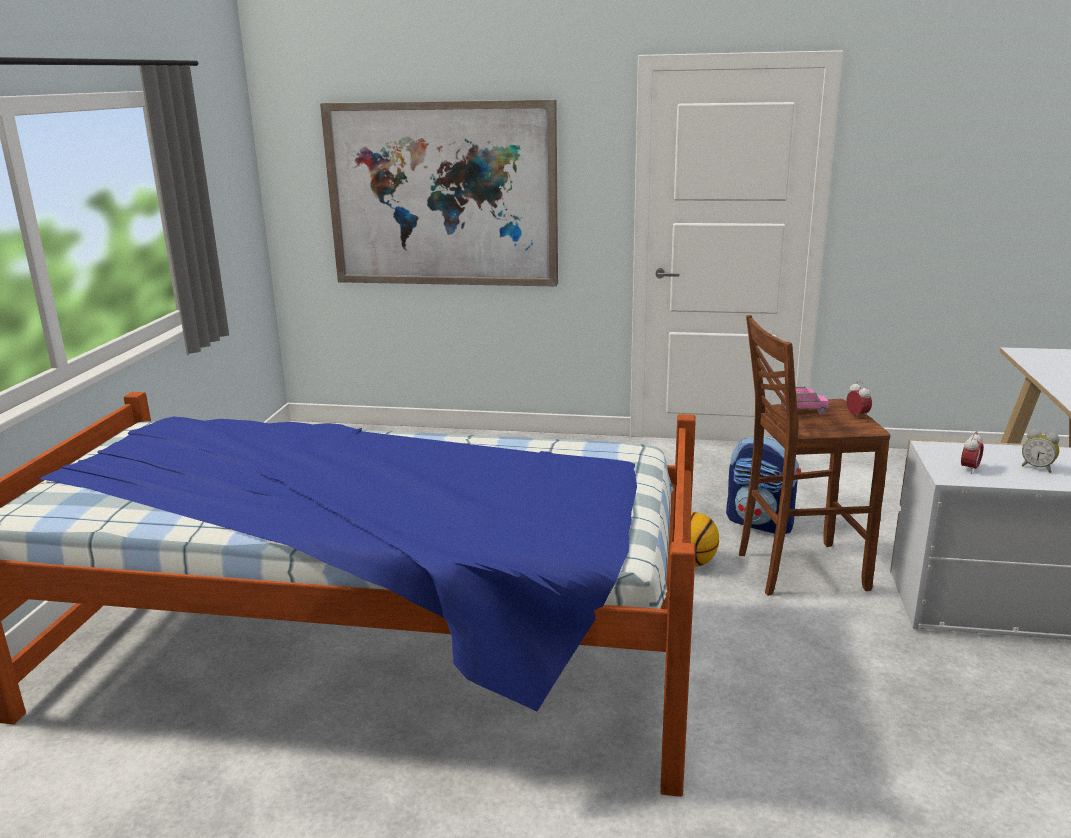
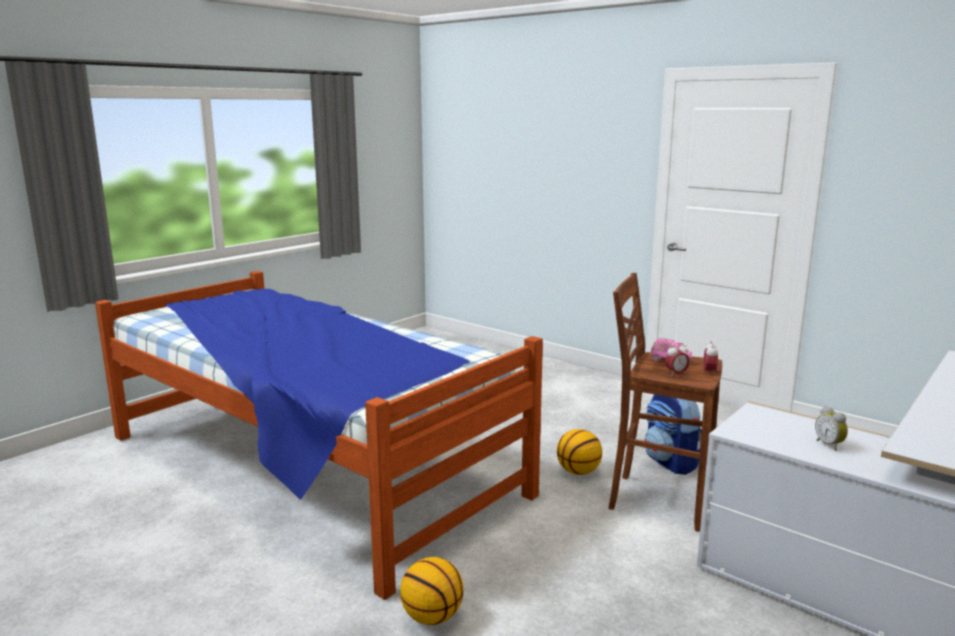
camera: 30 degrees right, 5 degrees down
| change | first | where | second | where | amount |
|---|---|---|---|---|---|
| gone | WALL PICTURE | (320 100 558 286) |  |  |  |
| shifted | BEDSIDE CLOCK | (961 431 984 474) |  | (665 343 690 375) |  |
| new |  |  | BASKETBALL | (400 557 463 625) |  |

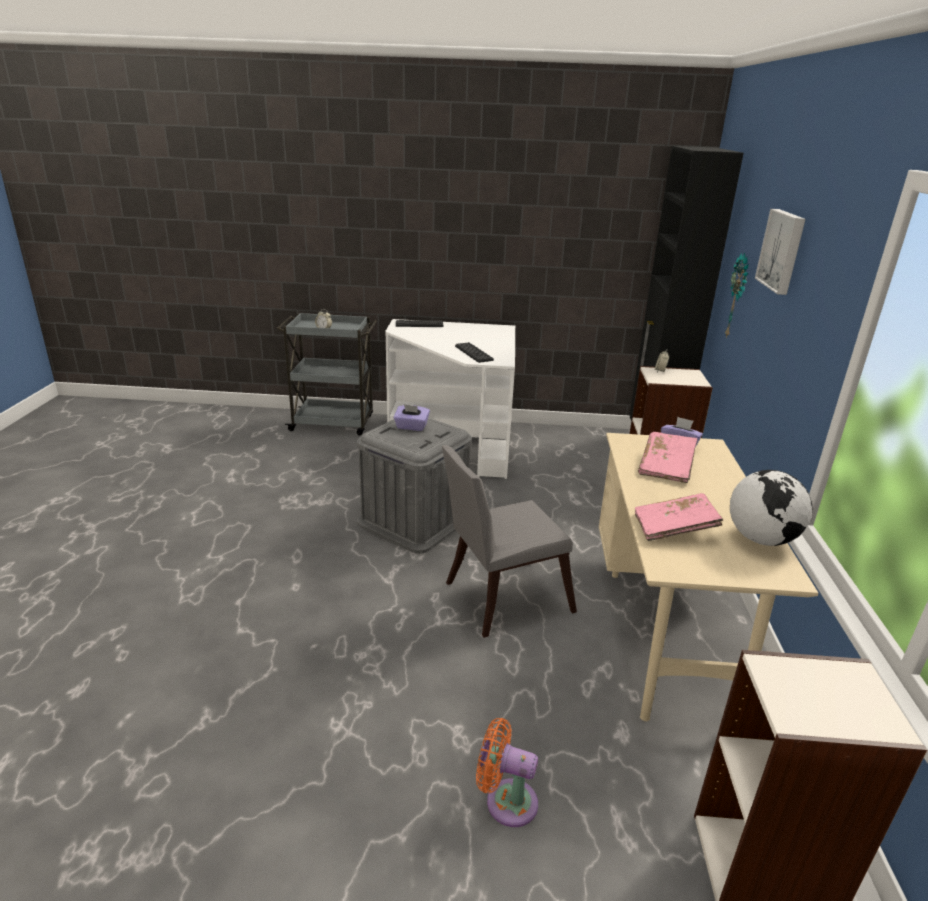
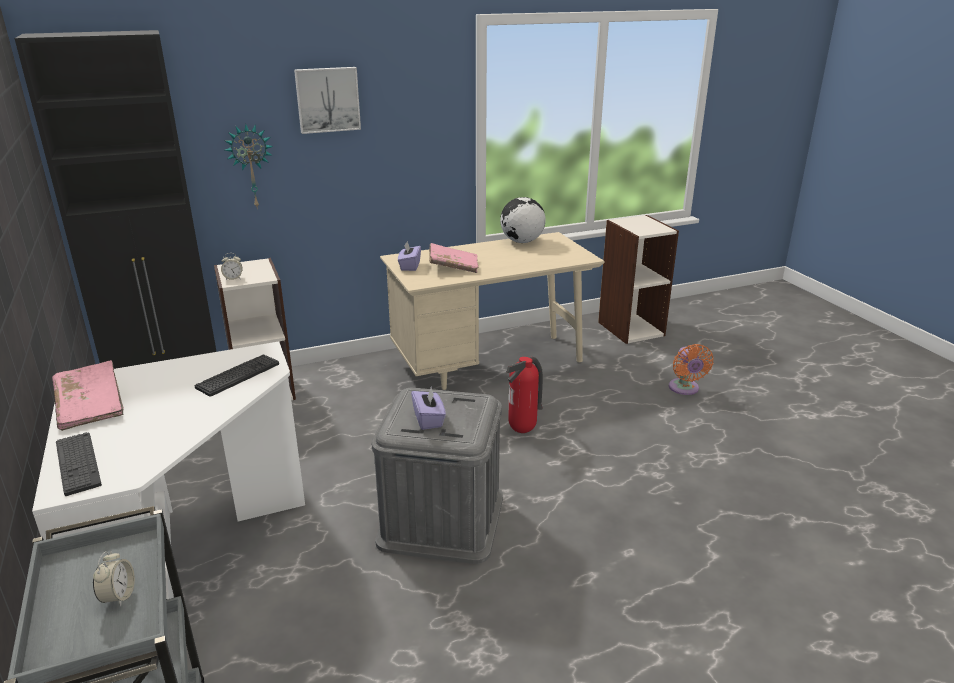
camera: 115 degrees left, 0 degrees up
| change | first | where | second | where | amount |
|---|---|---|---|---|---|
| swapped | GREYISH CHAIR | (442 445 577 638) | FIRE-FIGHTING CYLINDER | (506 357 543 433) |  |
| shifted | PINKISH VOLUME | (635 493 723 541) |  | (52 360 124 431) |  |

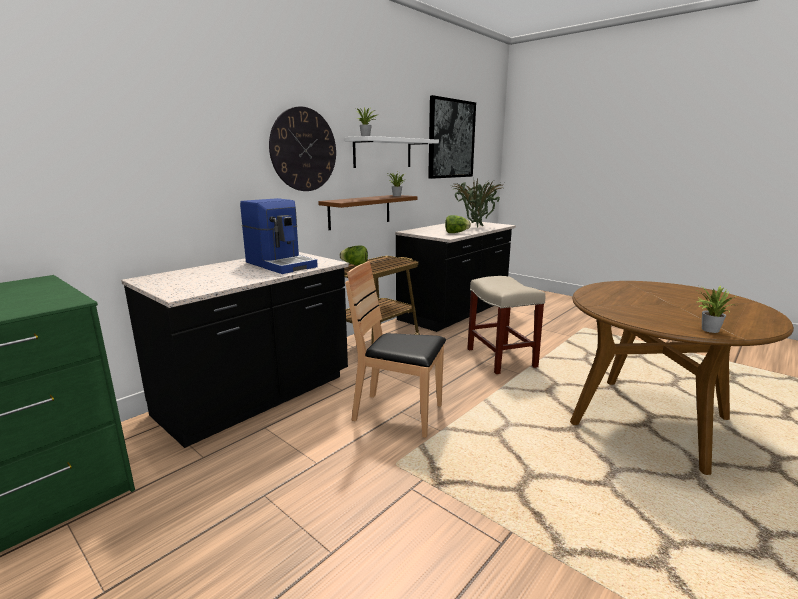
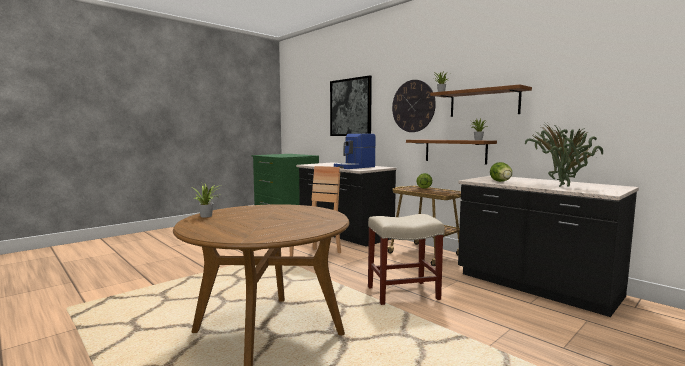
camera: 95 degrees right, 10 degrees down
| change | first | where | second | where | amount |
|---|---|---|---|---|---|
| repainted | WHITE WALL SHELF | (344 136 439 168) | BROWNISH WALL SHELF | (430 84 532 117) |  |
| shifted | WALL PICTURE | (428 95 476 179) |  | (330 75 372 136) |  |

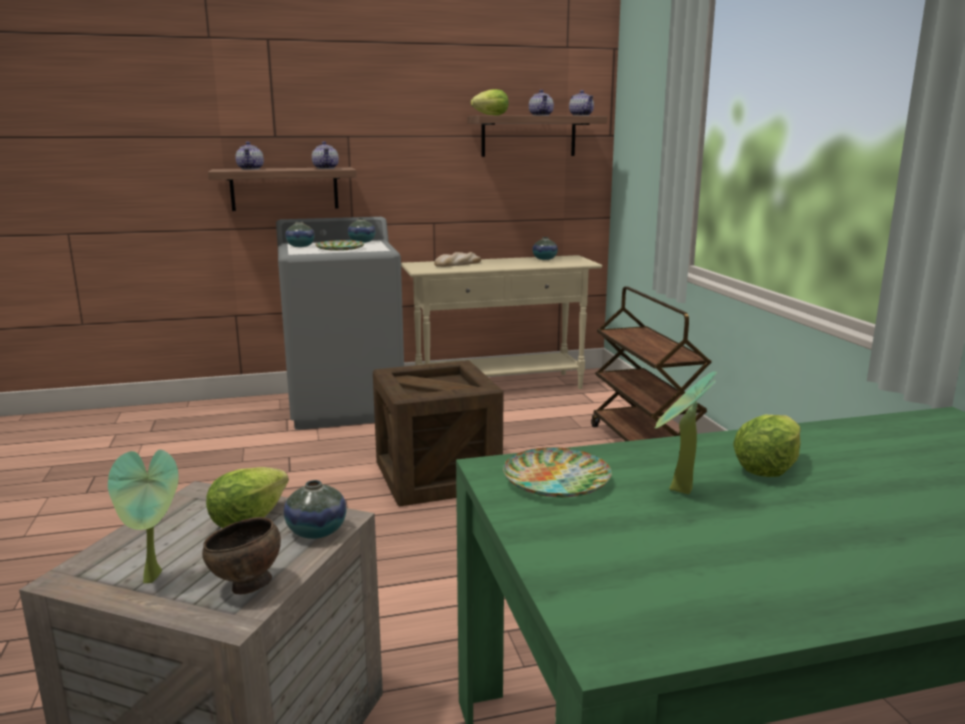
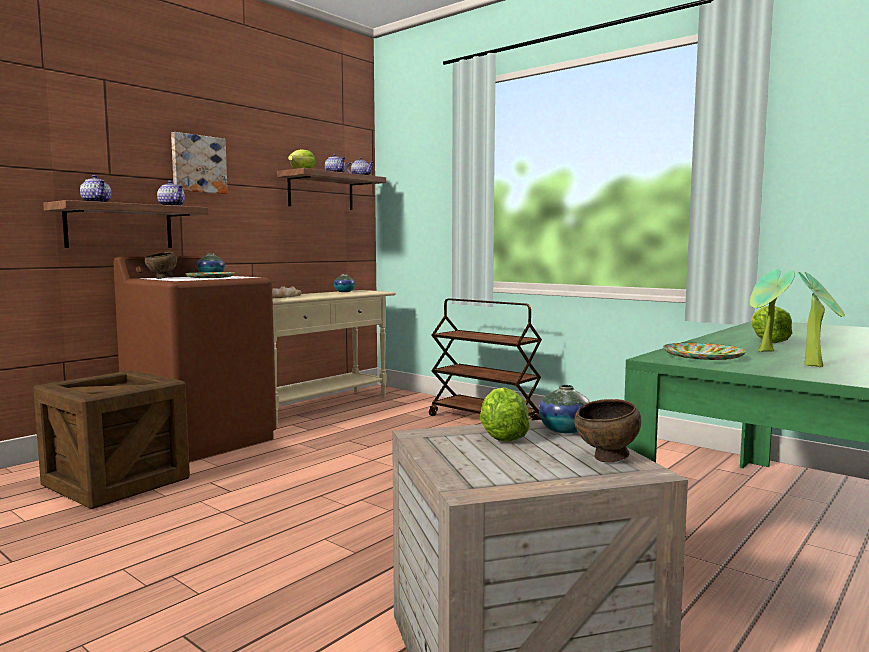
camera: 35 degrees left, 10 degrees down
| change | first | where | second | where | amount |
|---|---|---|---|---|---|
| shifted | POTTED PLANT | (108 450 179 583) |  | (797 272 845 367) |  |
| repainted | GREYISH WASHING MACHINE | (276 217 404 430) | BROWNISH WASHING MACHINE | (113 256 276 462) |  |
| swapped | FLOWER VASE | (285 221 315 247) | BROWNISH SERVING BOWL | (145 252 177 279) |  |
| shifted | SHIPPING CRATE | (373 360 504 506) |  | (33 370 190 509) |  |
| new |  |  | WALL PICTURE | (171 132 228 194) |  |

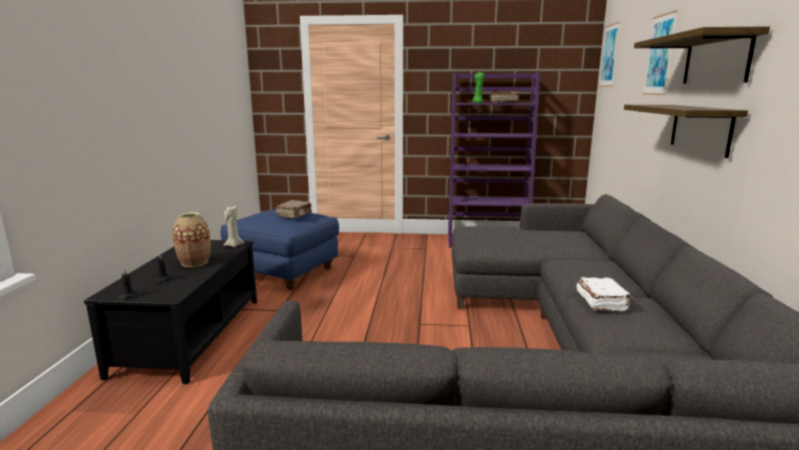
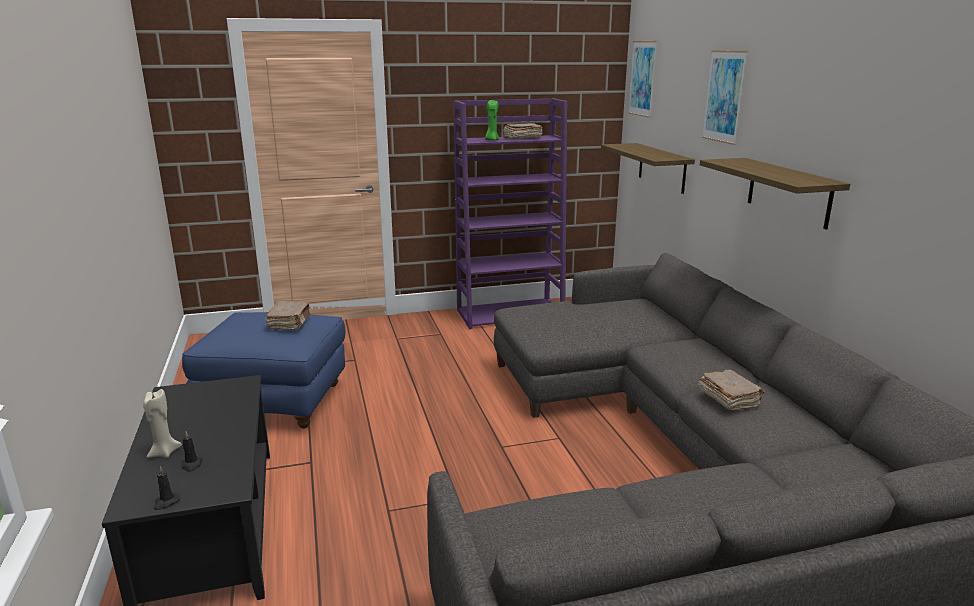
camera: 20 degrees left, 5 degrees up
| change | first | where | second | where | amount |
|---|---|---|---|---|---|
| gone | FLOWER VASE | (173 212 211 267) |  |  |  |
| shifted | BEIGE-COLOURED CANDLE | (224 206 244 247) |  | (143 389 182 458) |  |
| repainted | WHITE VOLUME | (576 277 633 312) | BROWNISH VOLUME | (699 369 765 411) |  |
| shifted | WALL SHELF | (634 26 770 84) |  | (601 143 695 194) |  |

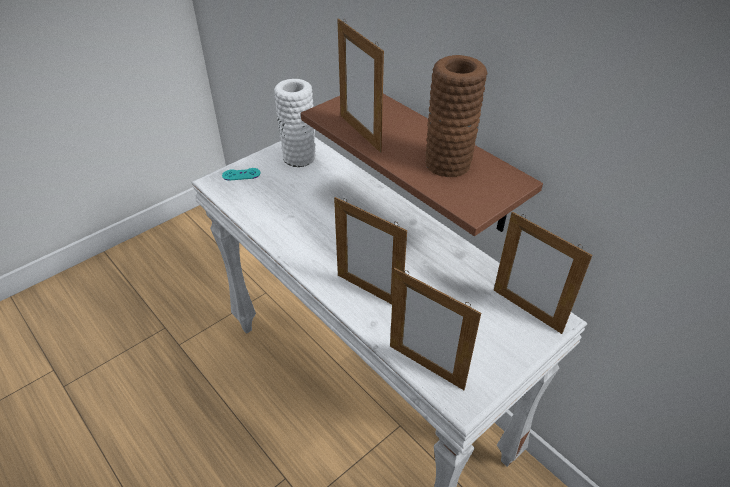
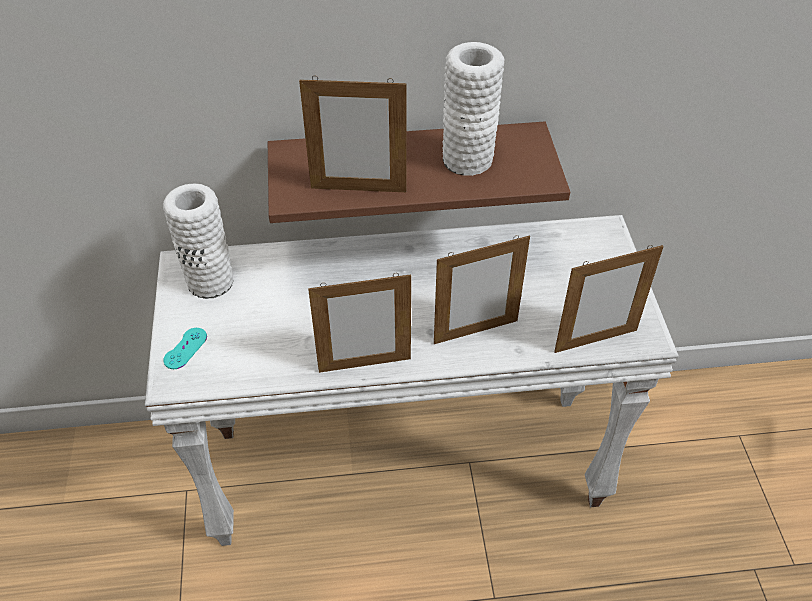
camera: 55 degrees left, 5 degrees up
| change | first | where | second | where | amount |
|---|---|---|---|---|---|
| repainted | BROWNISH FLOWER VASE | (425 55 487 177) | WHITE FLOWER VASE | (443 42 505 176) |  |
| shifted | PHOTO FRAME | (494 212 592 334) |  | (308 273 411 373) |  |

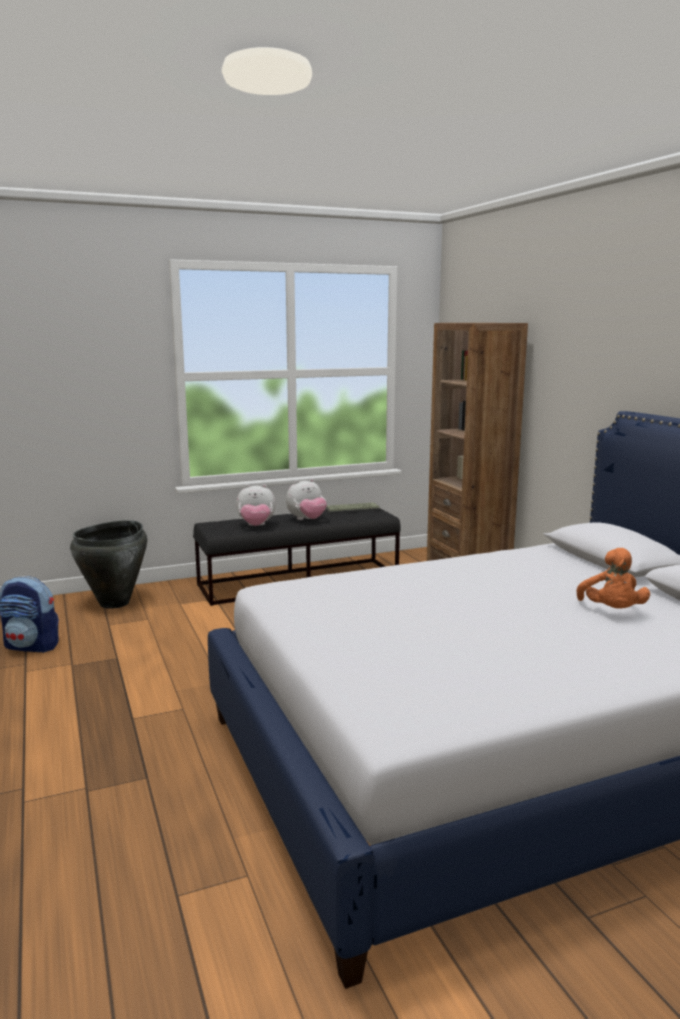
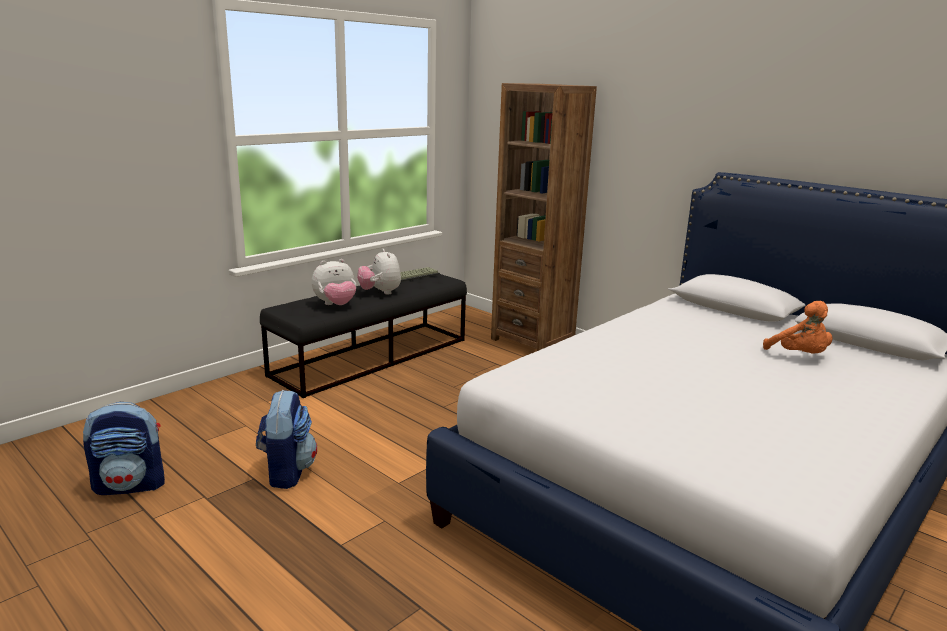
camera: 25 degrees left, 5 degrees up
| change | first | where | second | where | amount |
|---|---|---|---|---|---|
| gone | BLACK-COLOURED FLOWER VASE | (70 520 147 609) |  |  |  |
| rotated | PLUSH TOY | (286 479 327 520) |  | (357 249 401 295) | 120 degrees clockwise |
| new |  |  | RUCKSACK | (256 390 317 489) |  |

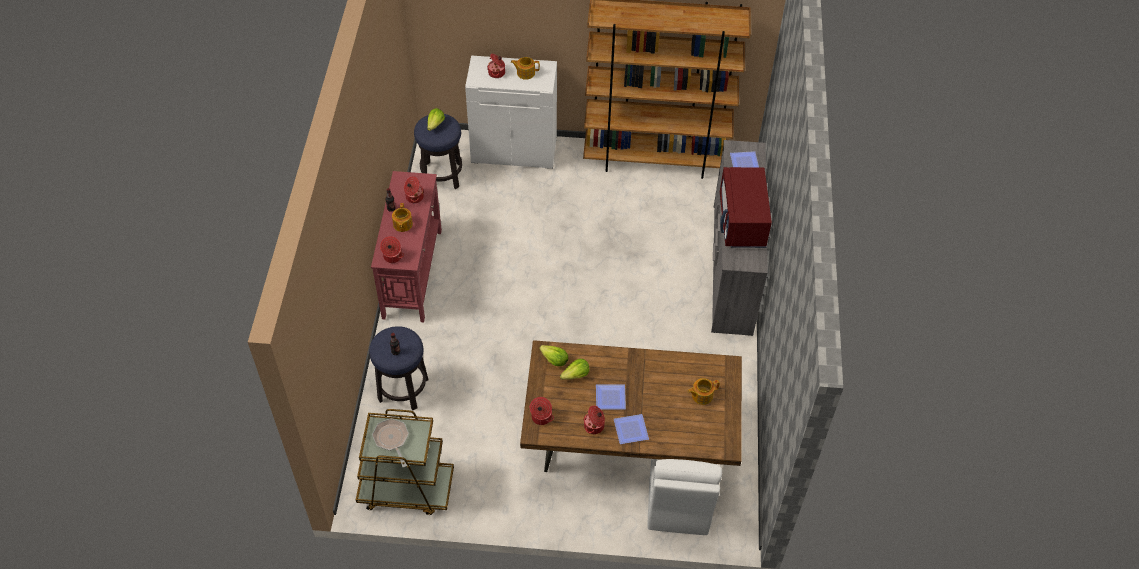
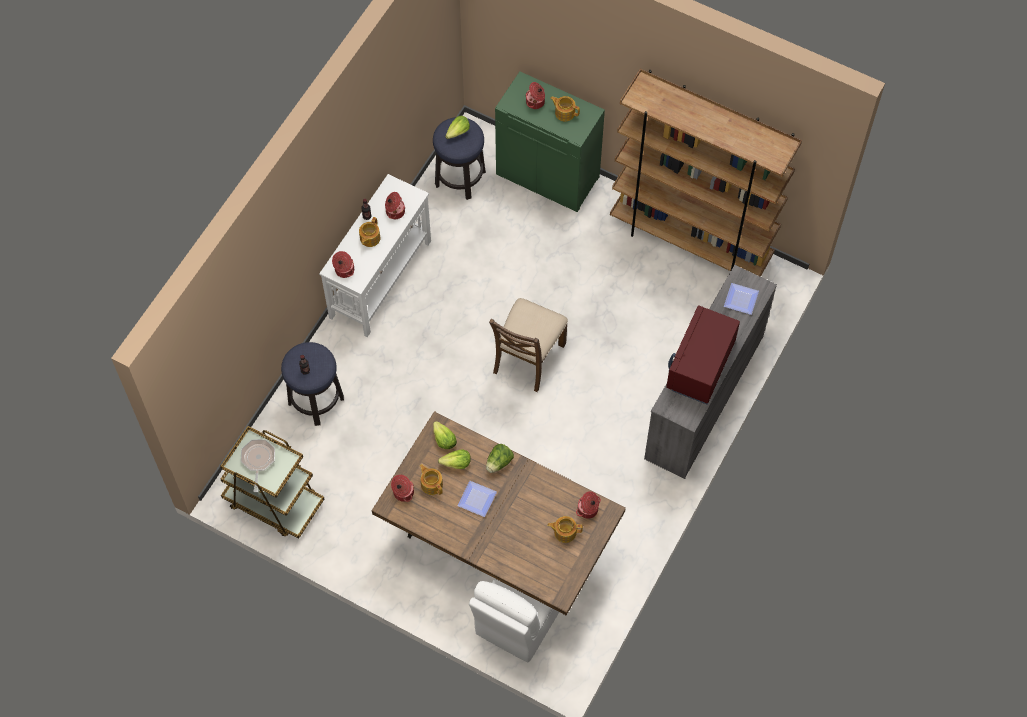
camera: 25 degrees right, 10 degrees up
| change | first | where | second | where | amount |
|---|---|---|---|---|---|
| repainted | RED-COLOURED CONSOLE TABLE | (371 171 442 322) | WHITE CONSOLE TABLE | (319 174 431 337) |  |
| repainted | WHITE CUPBOARD | (465 55 557 169) | GREEN-COLOURED CUPBOARD | (495 71 605 212) |  |
| shifted | COOKING POT | (584 405 605 434) |  | (576 491 601 519) |  |
| gone | PLATE | (614 414 649 444) |  |  |  |
| new |  |  | TEA POT | (420 464 443 495) |  |
| new |  |  | LETTUCE | (486 444 514 473) |  |
| new |  |  | BROWNISH CHAIR | (489 298 568 392) |  |

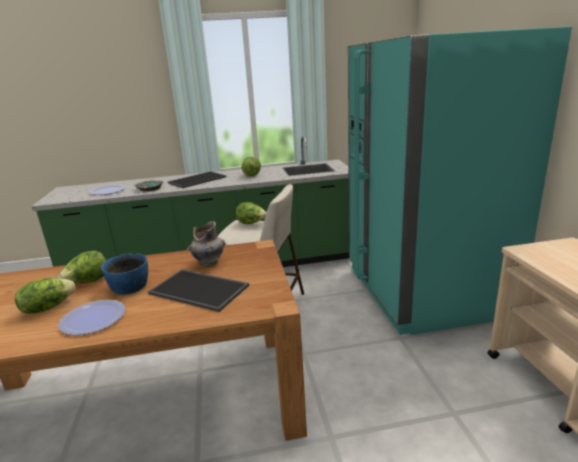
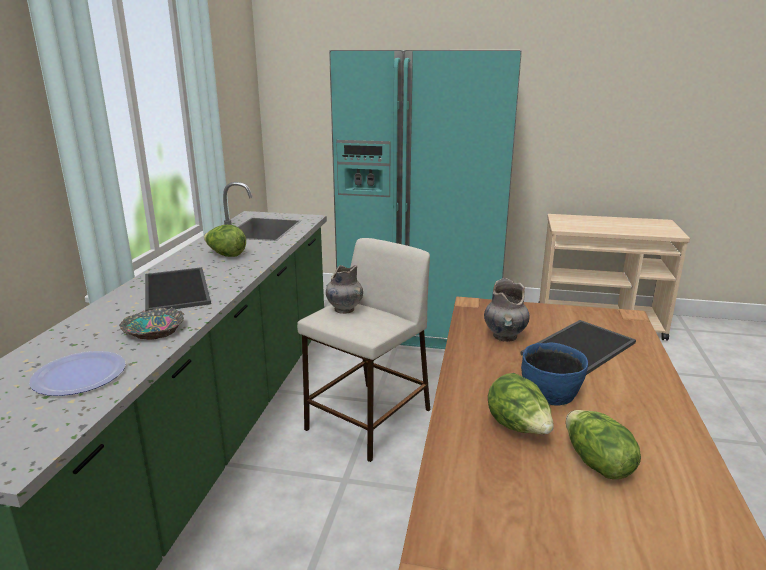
camera: 70 degrees left, 0 degrees up
| change | first | where | second | where | amount |
|---|---|---|---|---|---|
| gone | PLATE | (58 300 125 335) |  |  |  |
| swapped | LETTUCE | (236 202 266 224) | GREYISH FLOWER VASE | (326 265 363 314) |  |

